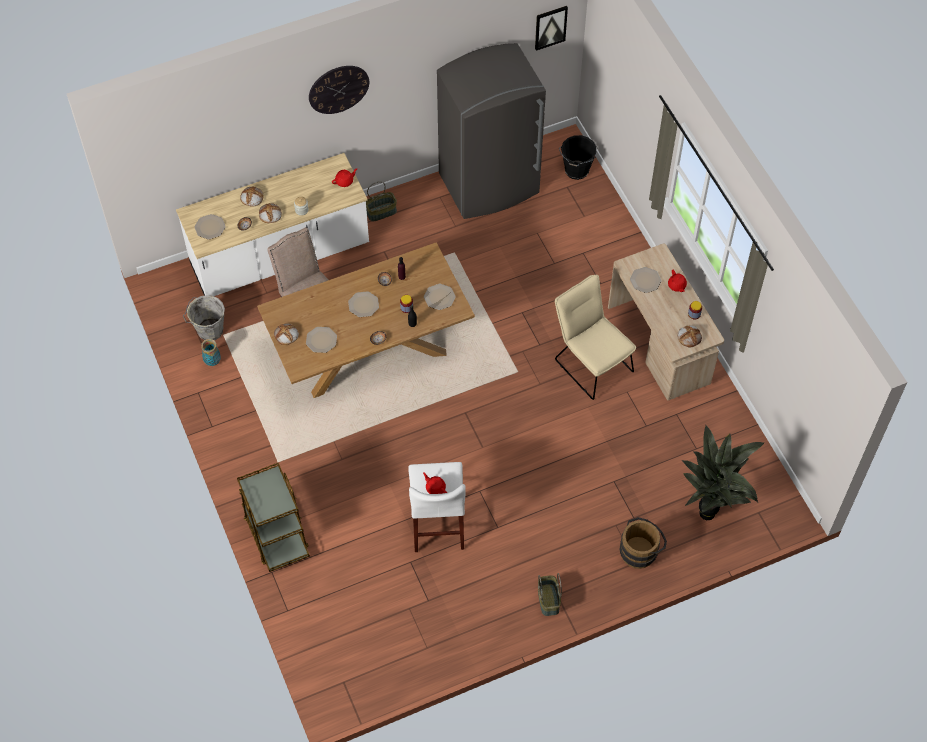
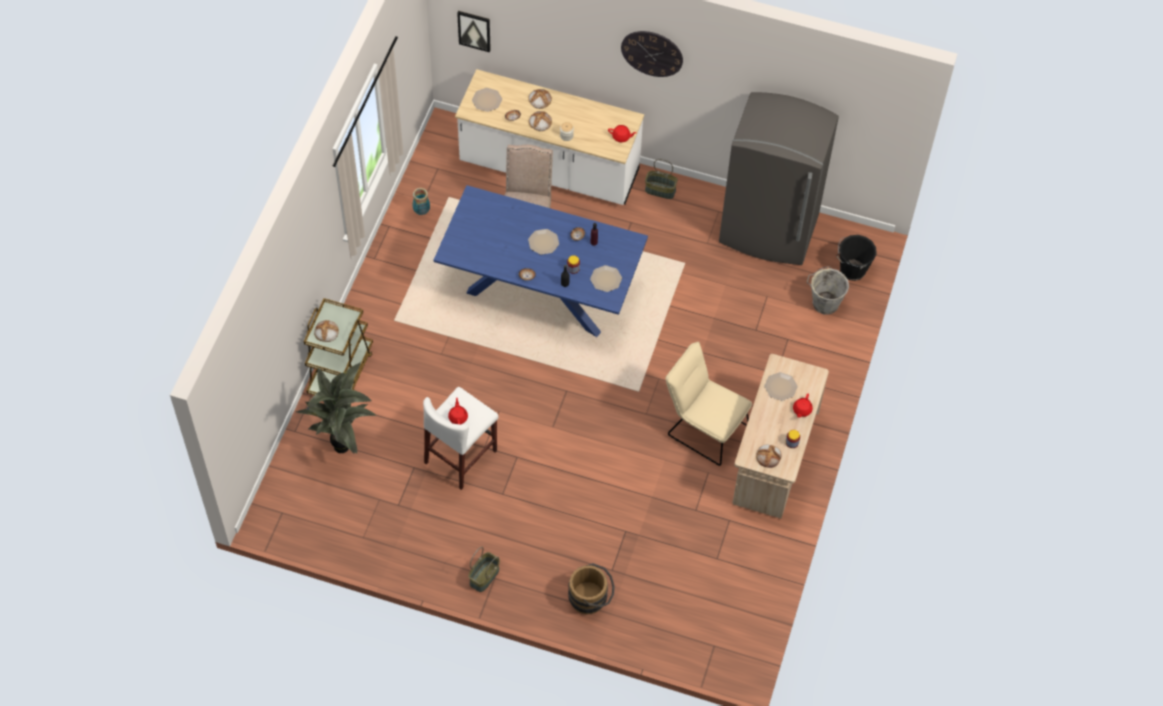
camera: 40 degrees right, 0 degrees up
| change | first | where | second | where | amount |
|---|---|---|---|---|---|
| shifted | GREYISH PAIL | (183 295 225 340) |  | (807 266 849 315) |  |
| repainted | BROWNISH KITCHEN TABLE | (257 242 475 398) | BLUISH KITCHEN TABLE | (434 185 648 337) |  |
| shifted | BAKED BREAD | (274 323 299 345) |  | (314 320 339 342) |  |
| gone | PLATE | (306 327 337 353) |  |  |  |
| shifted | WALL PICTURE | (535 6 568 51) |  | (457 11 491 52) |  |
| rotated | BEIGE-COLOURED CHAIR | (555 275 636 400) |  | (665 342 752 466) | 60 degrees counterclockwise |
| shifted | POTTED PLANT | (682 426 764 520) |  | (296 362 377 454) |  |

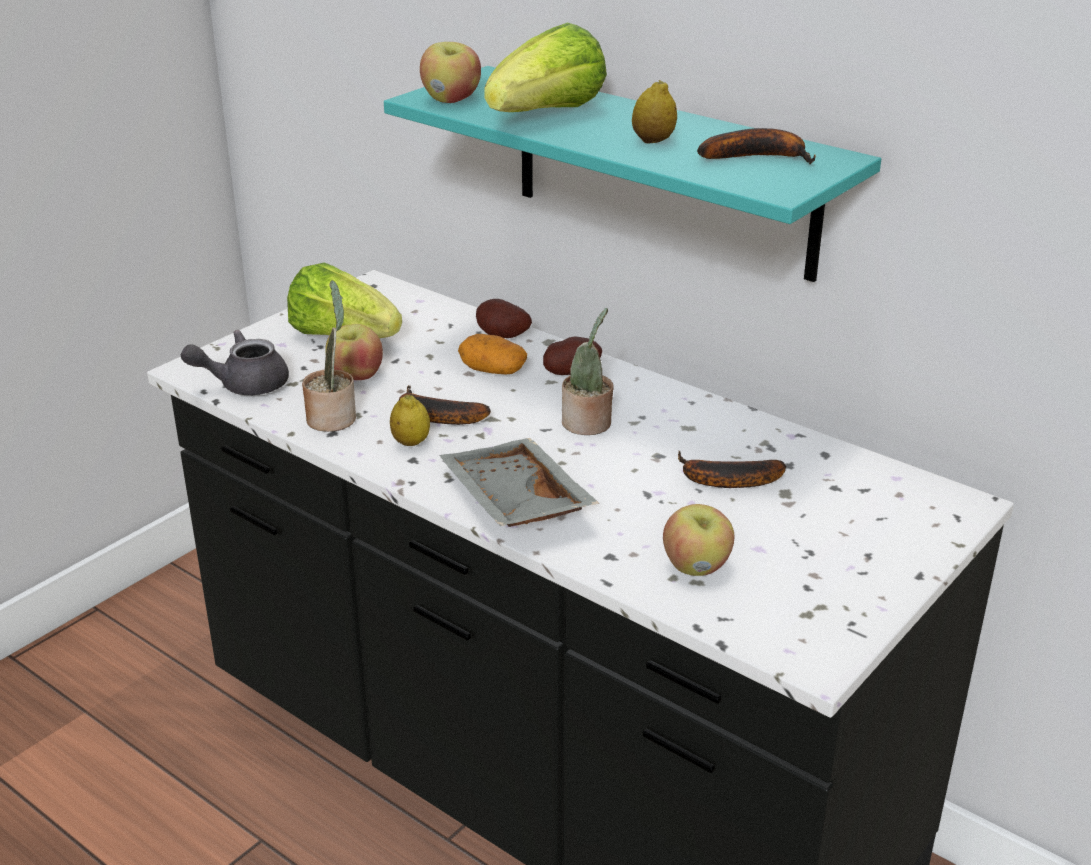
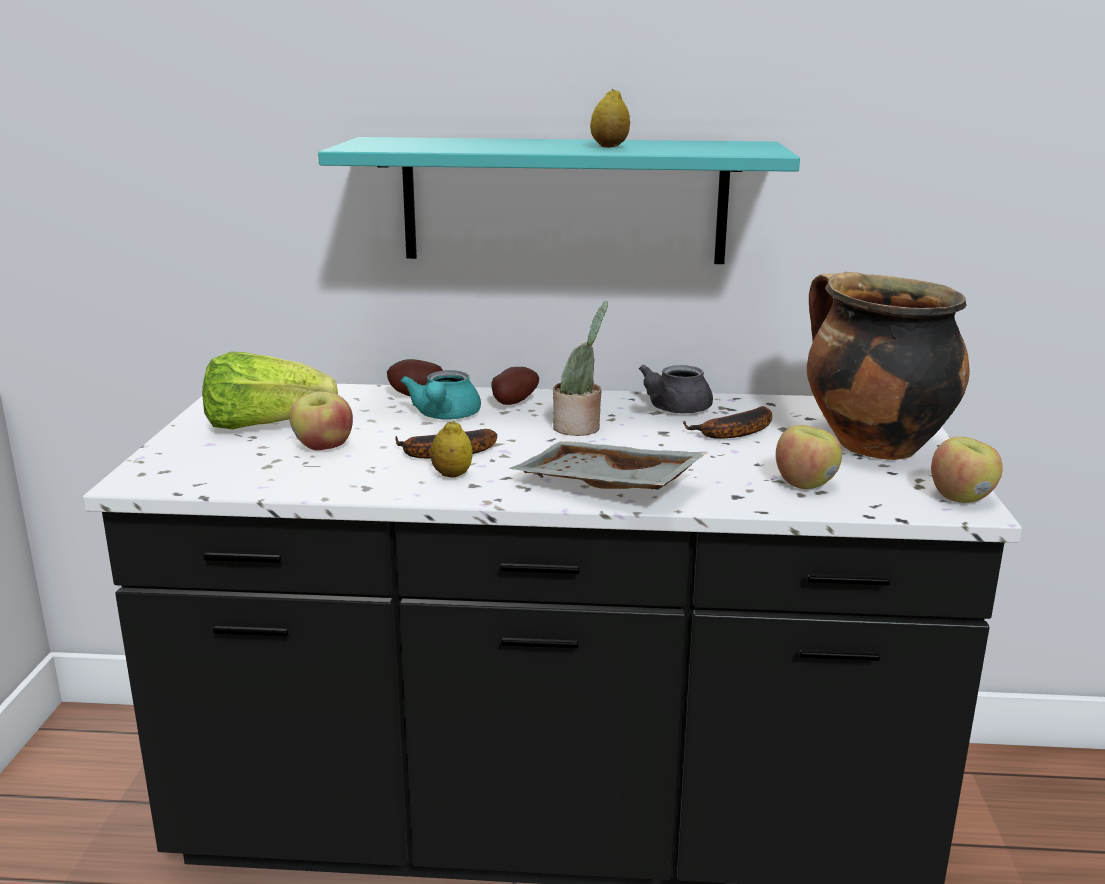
camera: 35 degrees left, 10 degrees down
| change | first | where | second | where | amount |
|---|---|---|---|---|---|
| shifted | GREYISH TEA POT | (181 330 289 395) |  | (639 365 713 413) |  |
| gone | POTTED PLANT | (302 280 356 432) |  |  |  |
| shifted | APPLE | (420 42 481 103) |  | (931 437 1003 503) |  |
| swapped | POTATO | (458 334 527 374) | BLUE-GREEN TEA POT | (401 370 481 420) |  |
| gone | LETTUCE | (484 22 607 112) |  |  |  |
| gone | BANANA | (697 128 816 164) |  |  |  |
| new |  |  | COOKING POT | (807 272 970 460) |  |

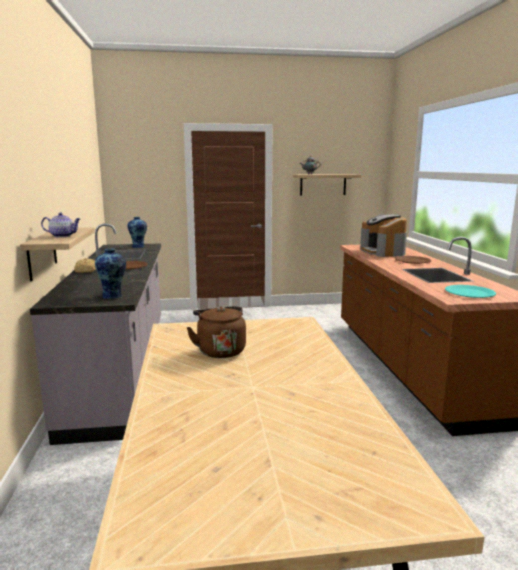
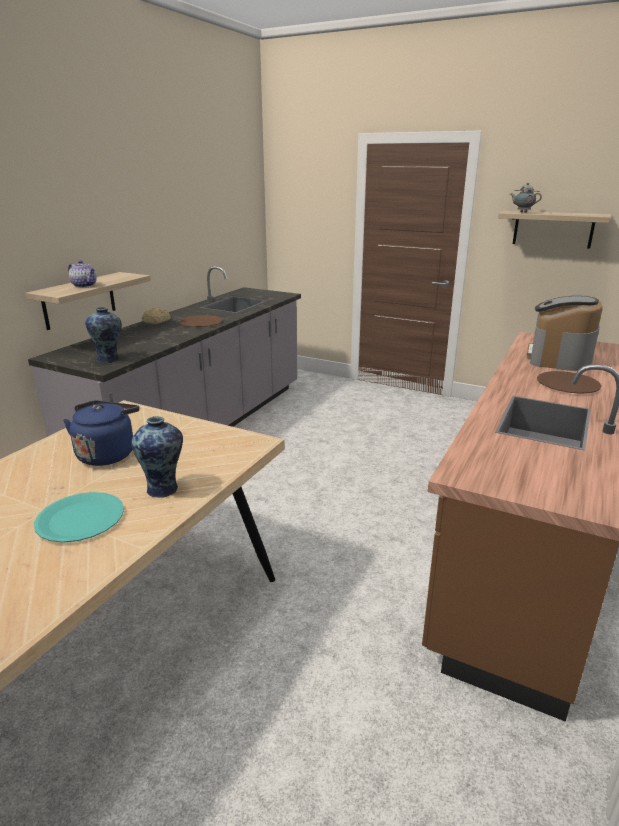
camera: 35 degrees right, 10 degrees up
| change | first | where | second | where | amount |
|---|---|---|---|---|---|
| shifted | FLOWER VASE | (127 217 147 248) |  | (131 416 183 498) |  |
| repainted | BROWNISH TEA KETTLE | (186 306 246 358) | BLUISH TEA KETTLE | (63 401 140 466) |  |
| shifted | BLUE-GREEN PLATE | (445 285 496 298) |  | (34 492 124 543) |  |

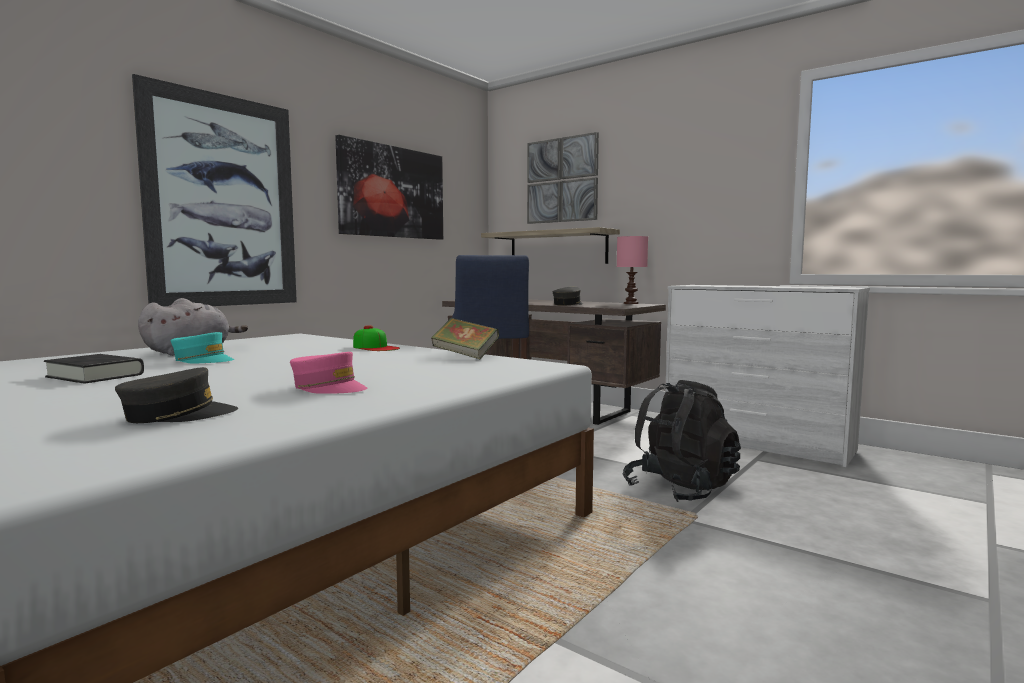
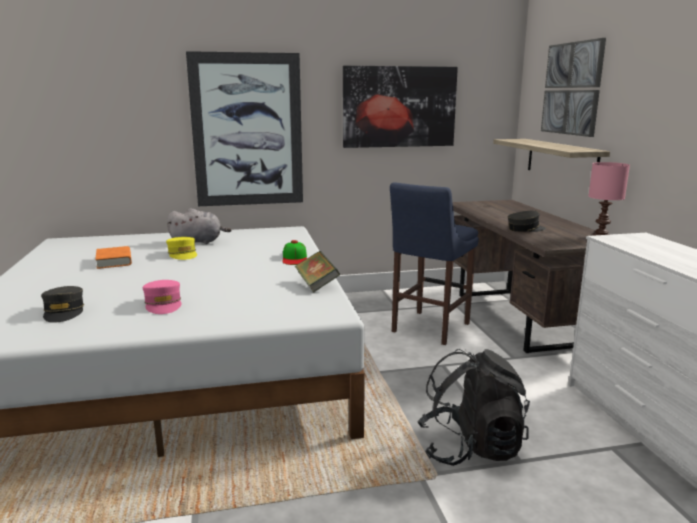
camera: 40 degrees right, 10 degrees up
| change | first | where | second | where | amount |
|---|---|---|---|---|---|
| repainted | BLACK-COLOURED VOLUME | (44 354 144 384) | ORANGE VOLUME | (95 246 132 269) |  |
| rotated | GREYISH PEAKED CAP | (115 367 238 423) |  | (41 286 84 323) | 60 degrees clockwise |
| repainted | BLUE-GREEN PEAKED CAP | (171 332 234 363) | YELLOW-COLOURED PEAKED CAP | (166 237 197 260) |  |

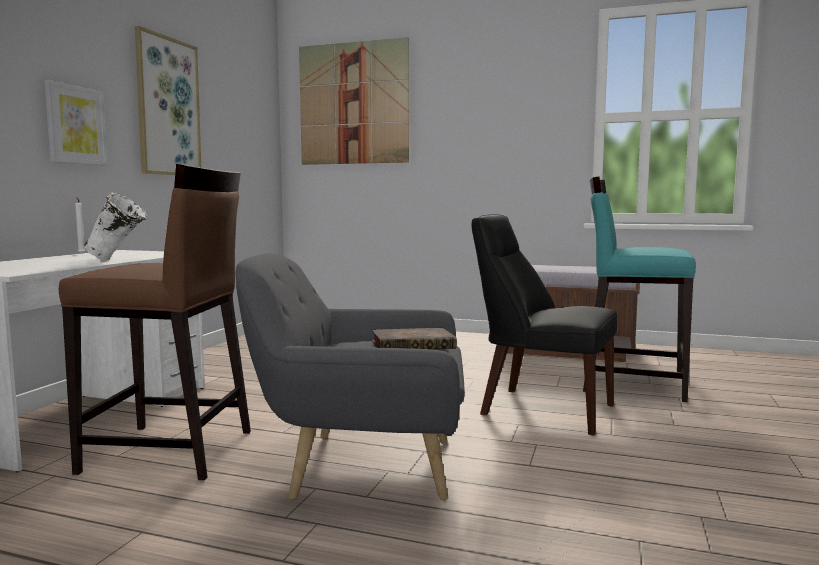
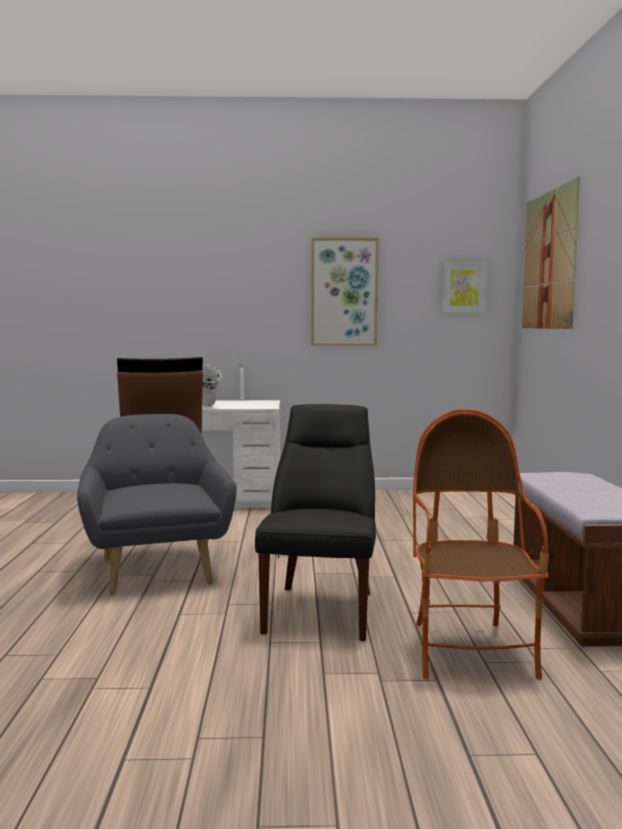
camera: 70 degrees right, 0 degrees up
| change | first | where | second | where | amount |
|---|---|---|---|---|---|
| shifted | WALL PICTURE | (44 80 108 166) |  | (442 262 487 313) |  |
| gone | VOLUME | (371 328 457 349) |  |  |  |
| swapped | BLUE-GREEN STOOL SEAT | (583 176 696 402) | LOUNGE CHAIR | (413 409 549 680) |  |

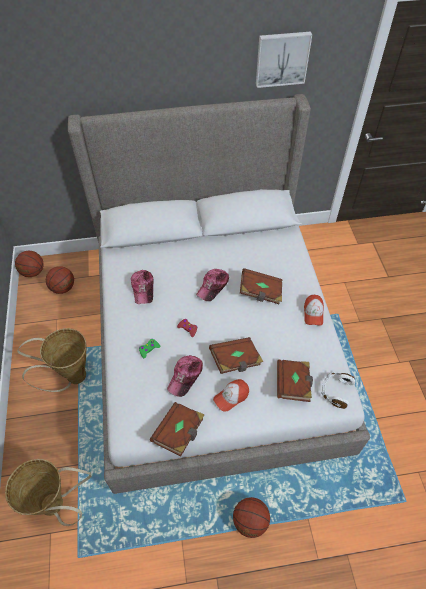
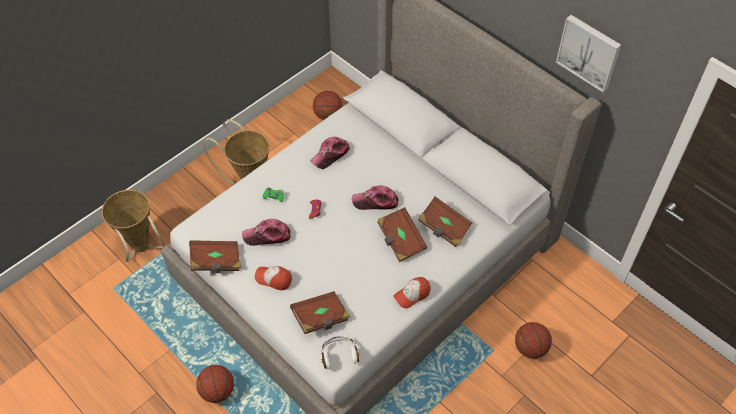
camera: 55 degrees right, 0 degrees up
| change | first | where | second | where | amount |
|---|---|---|---|---|---|
| shifted | BASKETBALL | (15 250 44 277) |  | (515 322 552 359) |  |
| shifted | BROWNISH VOLUME | (209 337 263 374) |  | (418 197 472 247) |  |

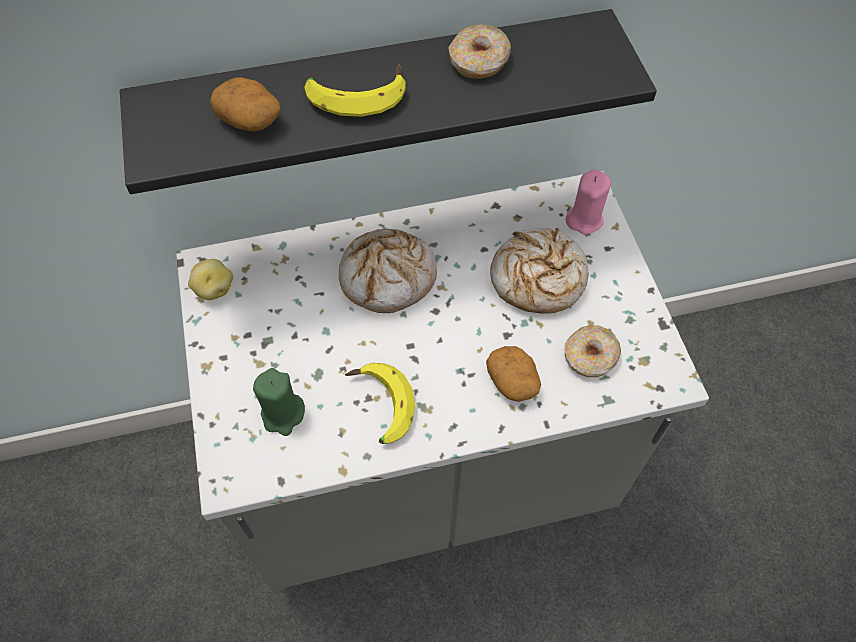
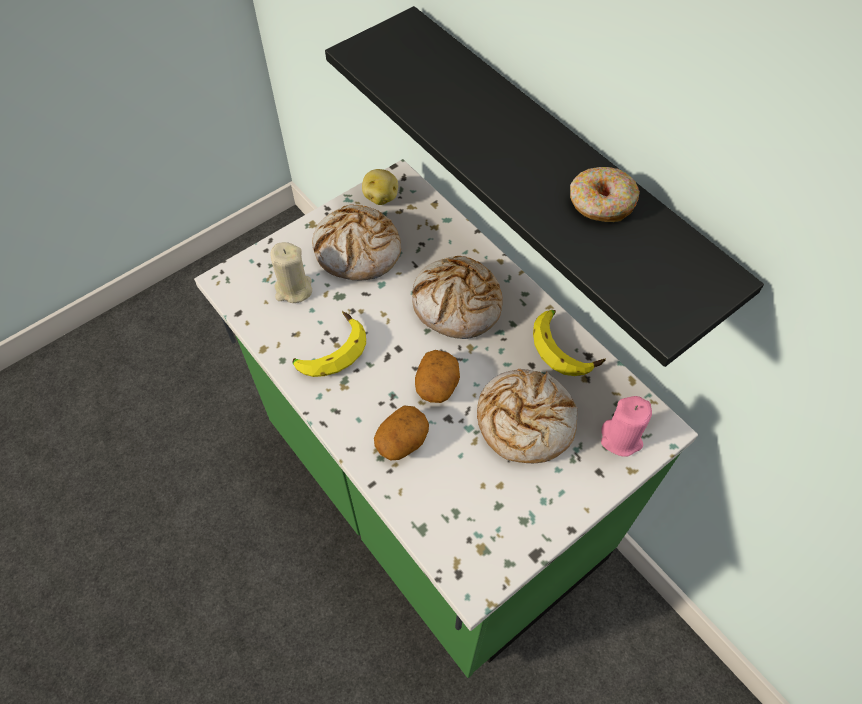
camera: 65 degrees right, 0 degrees up
| change | first | where | second | where | amount |
|---|---|---|---|---|---|
| repainted | GREYISH COUNTER | (176 171 709 590) | GREEN-COLOURED COUNTER | (194 159 698 678) |  |
| shifted | POTATO | (210 77 280 132) |  | (415 350 460 403) |  |
| repainted | GREEN-COLOURED CANDLE | (253 368 305 436) | BEIGE-COLOURED CANDLE | (271 242 312 303) |  |
| shifted | BANANA | (304 64 406 117) |  | (533 310 606 376) |  |
| gone | DOUGHNUT | (565 325 621 377) |  |  |  |
| new |  |  | BAKED BREAD | (312 204 401 281) |  |

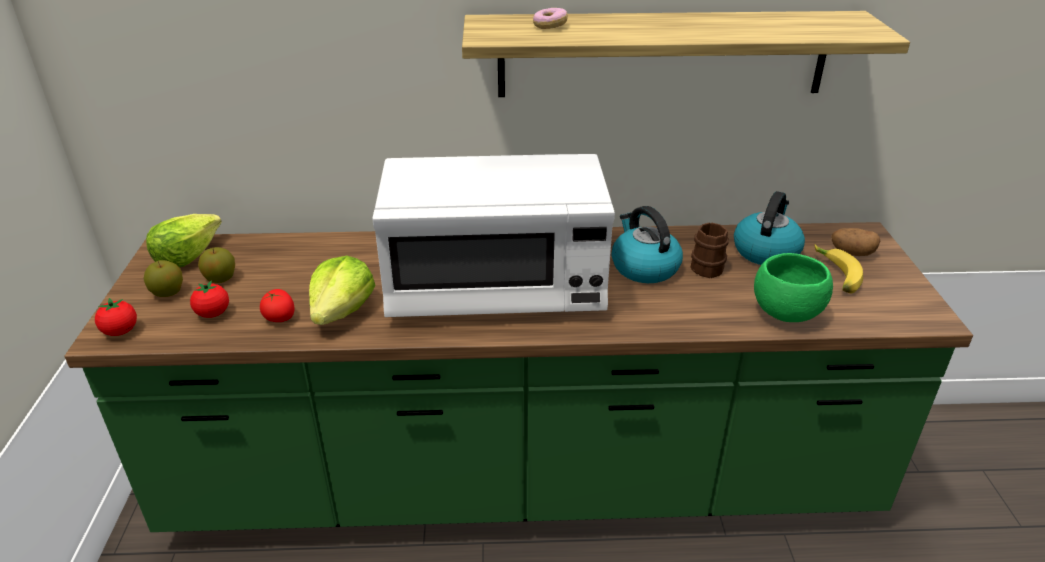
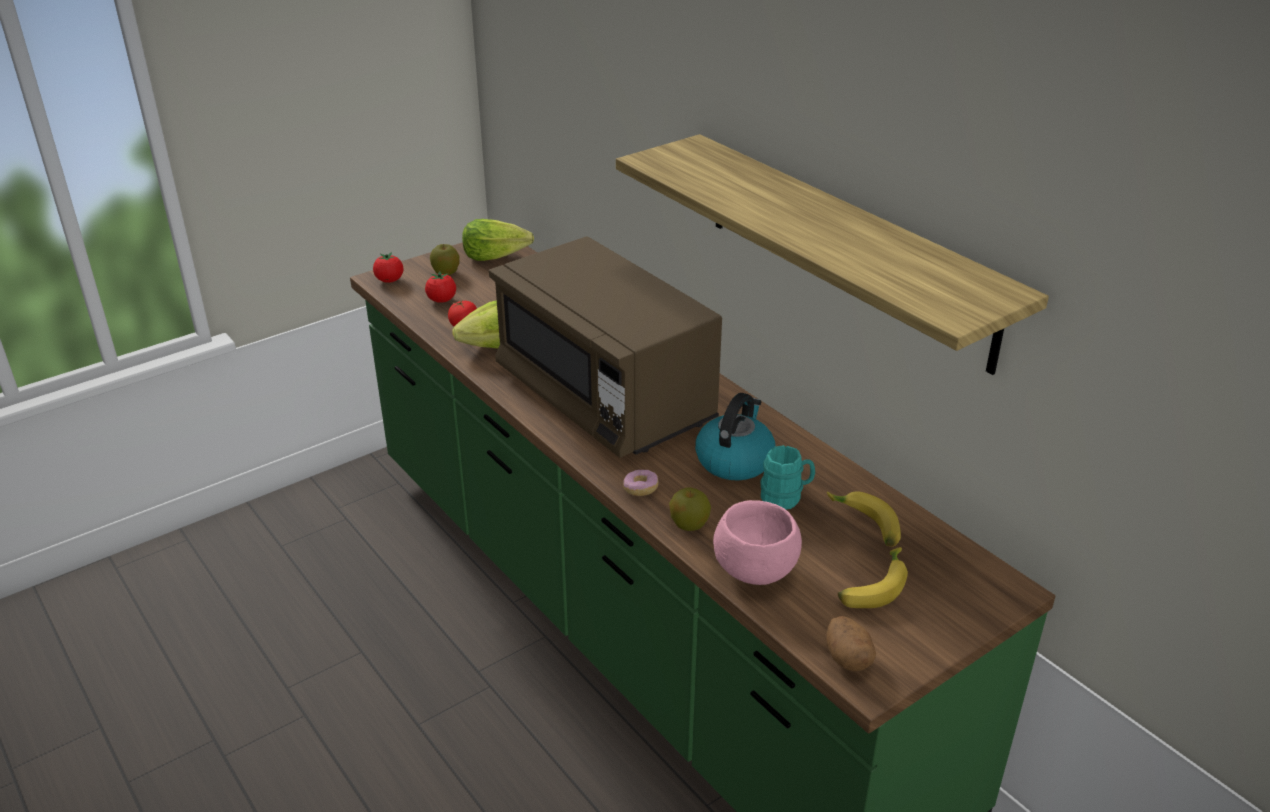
camera: 55 degrees right, 0 degrees up
| change | first | where | second | where | amount |
|---|---|---|---|---|---|
| shifted | APPLE | (198 247 235 283) |  | (669 488 711 531) |  |
| repainted | WHITE MICROWAVE | (372 154 615 317) | BROWNISH MICROWAVE | (489 237 722 458) |  |
| shifted | DOUGHNUT | (533 8 568 29) |  | (623 470 659 496) |  |
| repainted | BROWNISH COFFEE MUG | (691 223 729 278) | BLUE-GREEN COFFEE MUG | (760 445 815 509) |  |
| swapped | TEA KETTLE | (734 191 805 265) | BANANA | (827 491 901 546) |  |
| repainted | GREEN-COLOURED SERVING BOWL | (754 253 833 322) | PINKISH SERVING BOWL | (713 500 802 585) |  |
| shifted | POTATO | (831 228 880 256) |  | (826 616 876 672) |  |

